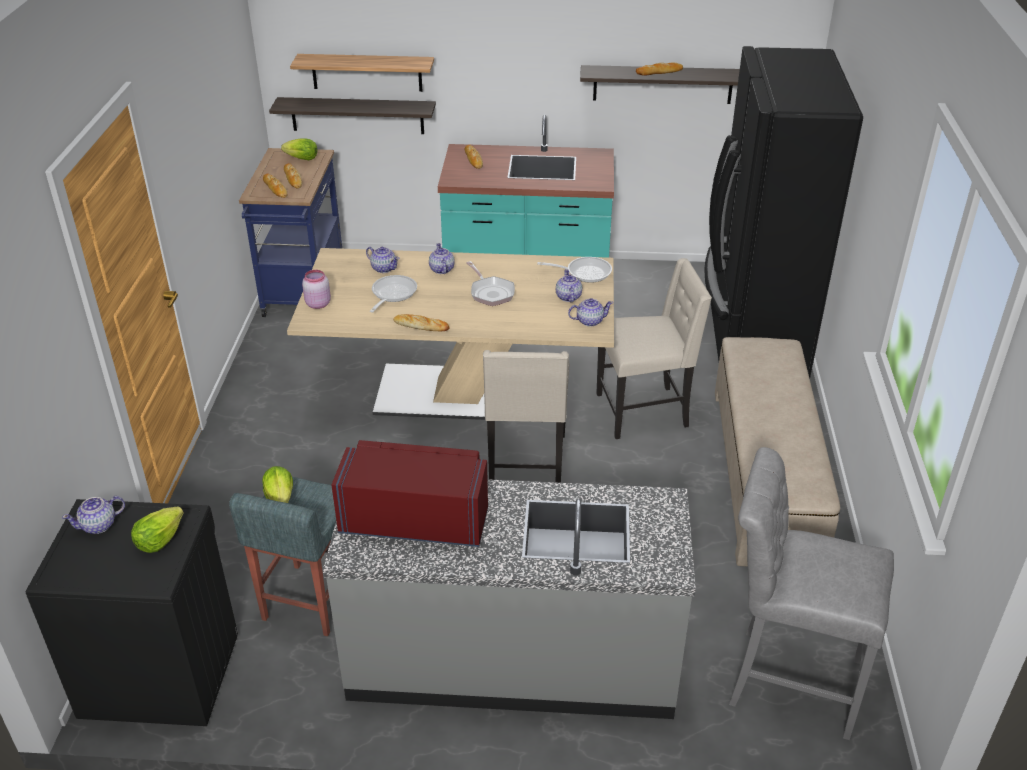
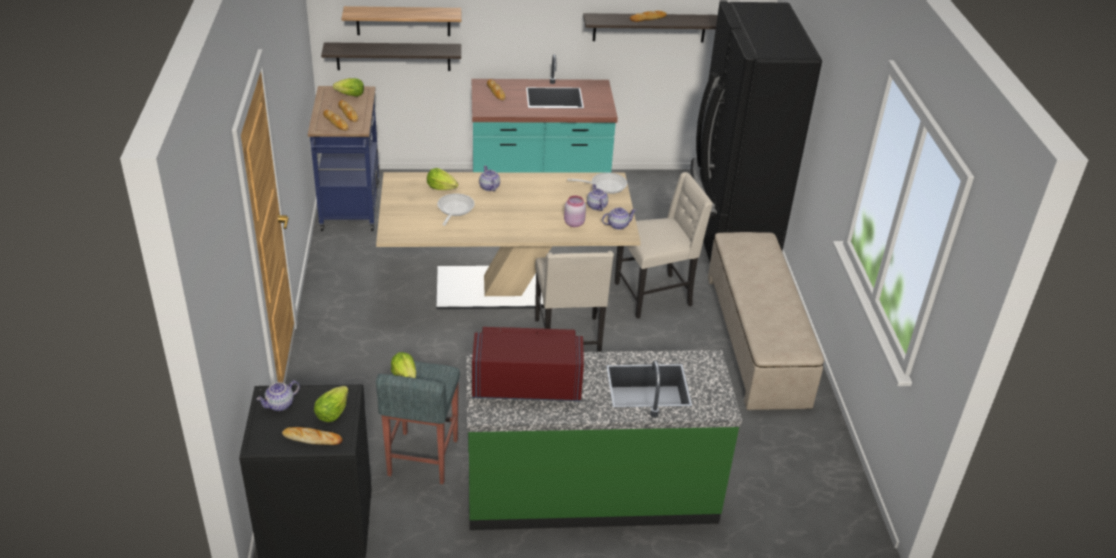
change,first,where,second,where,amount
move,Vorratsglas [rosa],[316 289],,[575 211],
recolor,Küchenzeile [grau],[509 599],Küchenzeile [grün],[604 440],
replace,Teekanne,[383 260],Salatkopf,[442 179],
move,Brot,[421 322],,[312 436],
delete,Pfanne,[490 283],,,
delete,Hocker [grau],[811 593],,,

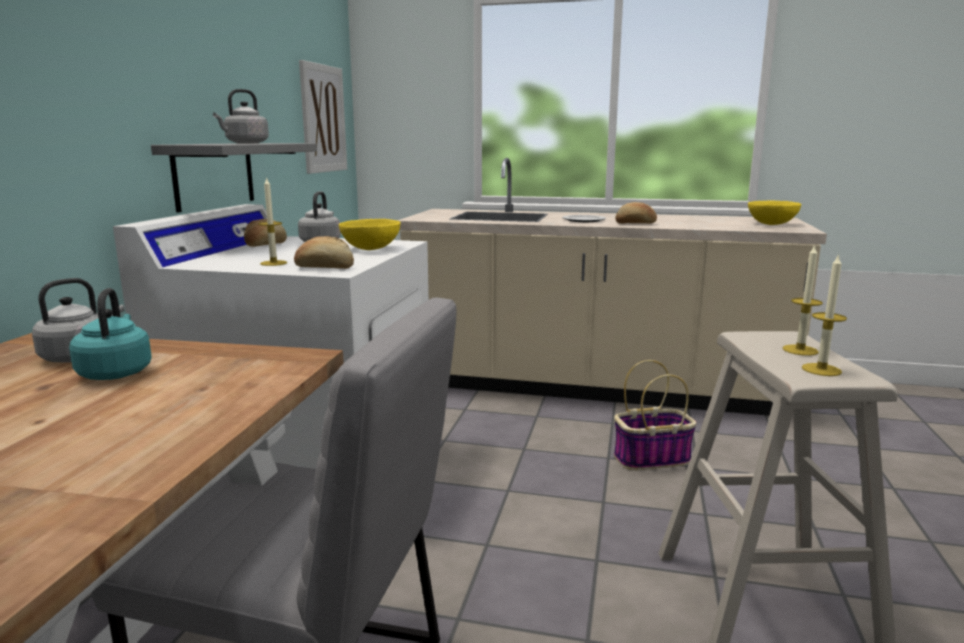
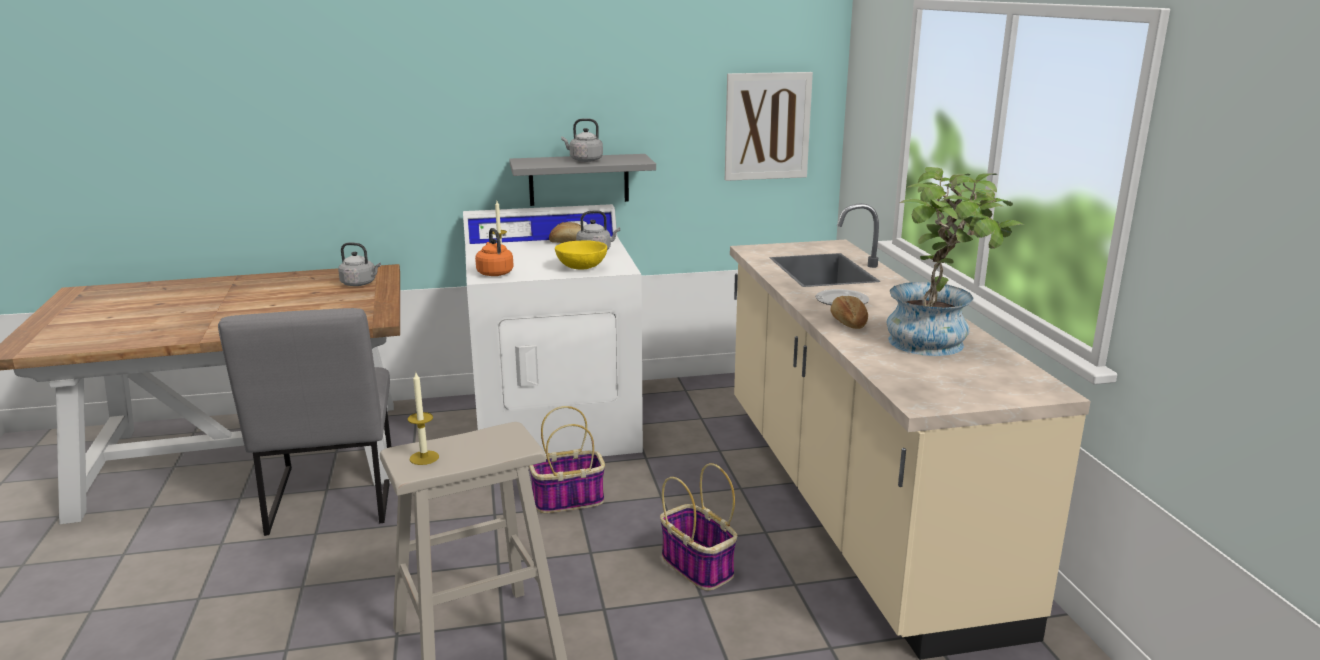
change,first,where,second,where,amount
delete,Wasserkessel [türkis],[110 334],,,
replace,Brot,[324 252],Wasserkessel [orange],[494 252],
delete,Schüssel [gelb],[774 213],,,
delete,Kerze,[803 300],,,
insert,,,Korb,[567 459],
insert,,,Topfpflanze,[955 261],

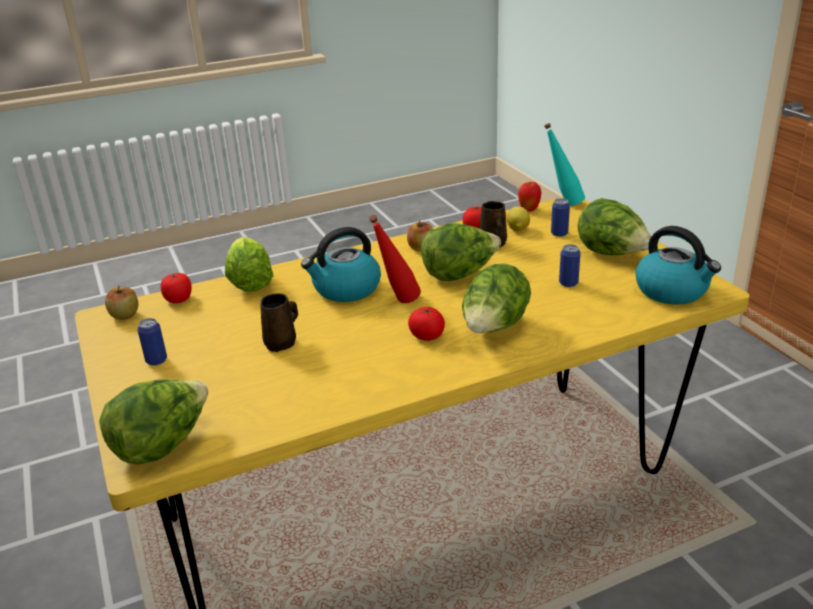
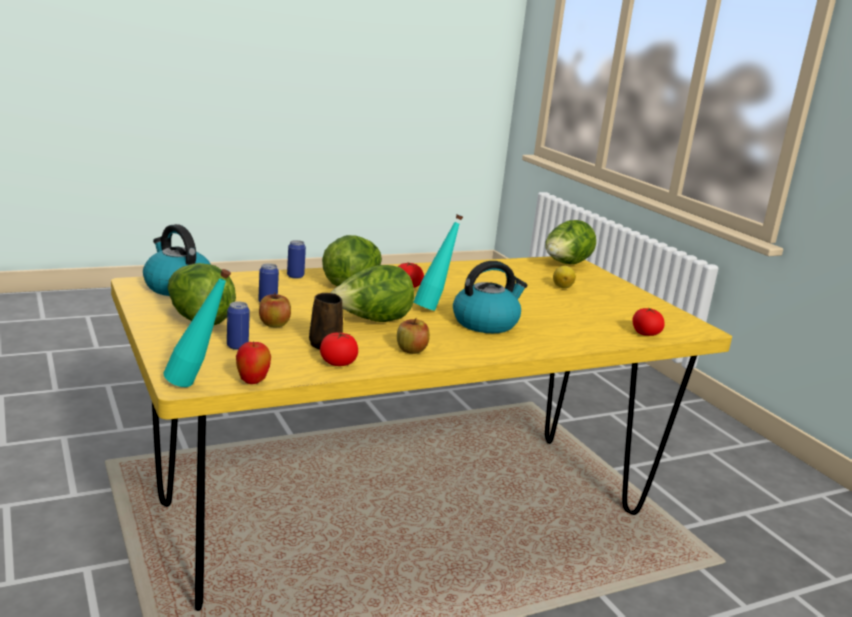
change,first,where,second,where,amount
move,Apfel,[121 303],,[275 309],
move,Dose,[152 342],,[296 259],
delete,Salatkopf,[249 264],,,
delete,Henkelbecher [braun],[279 322],,,
recolor,Flasche [rot],[395 259],Flasche [türkis],[438 263],
move,Zitrone,[518 219],,[564 277],

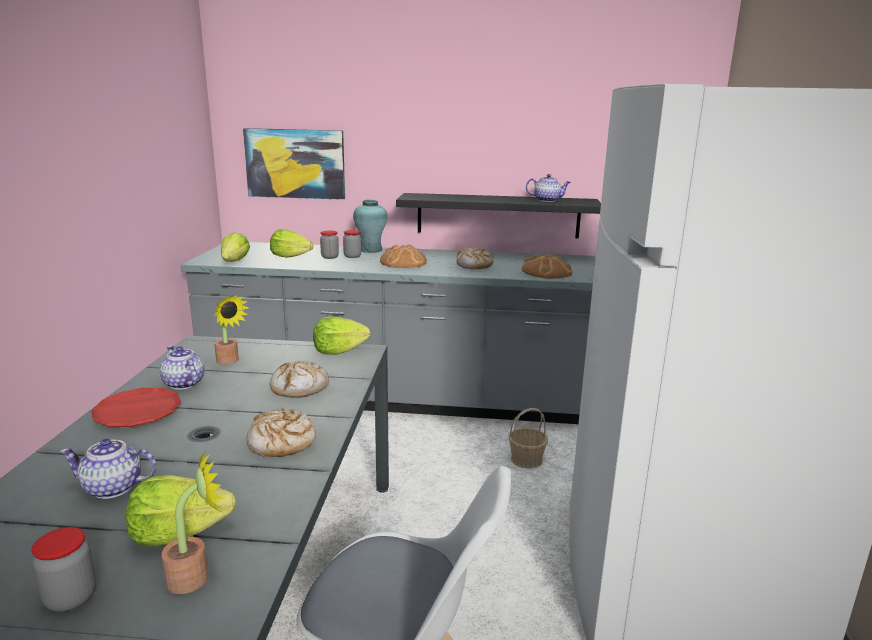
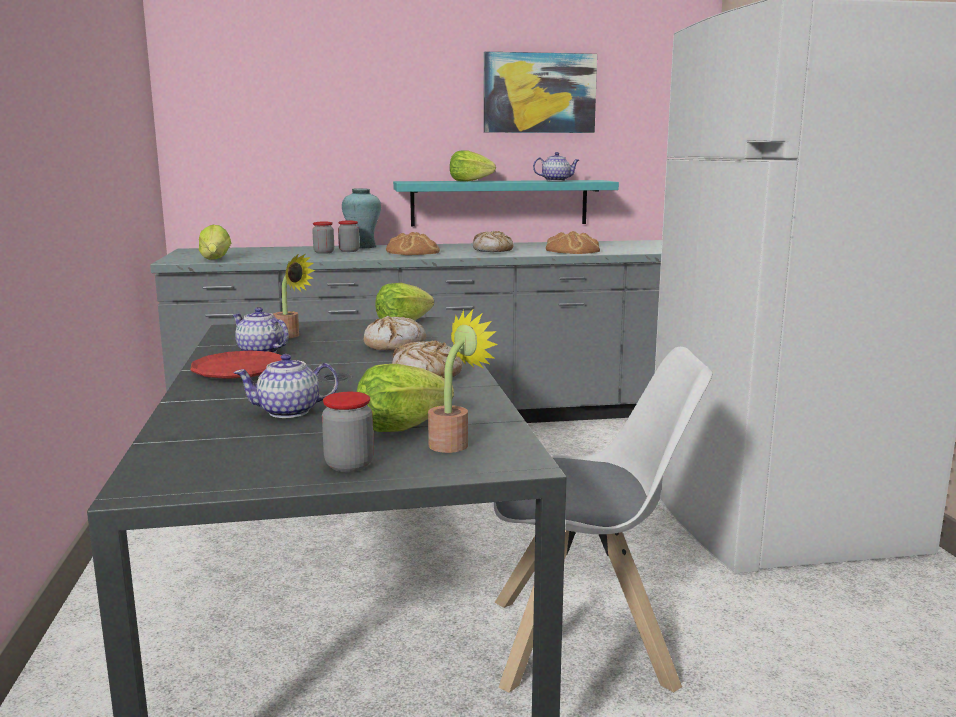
change,first,where,second,where,amount
move,Bild,[294 164],,[540 92],
move,Salatkopf,[291 243],,[473 165],
recolor,Wandregal [schwarz],[498 215],Wandregal [türkis],[506 203],
delete,Korb,[528 438],,,

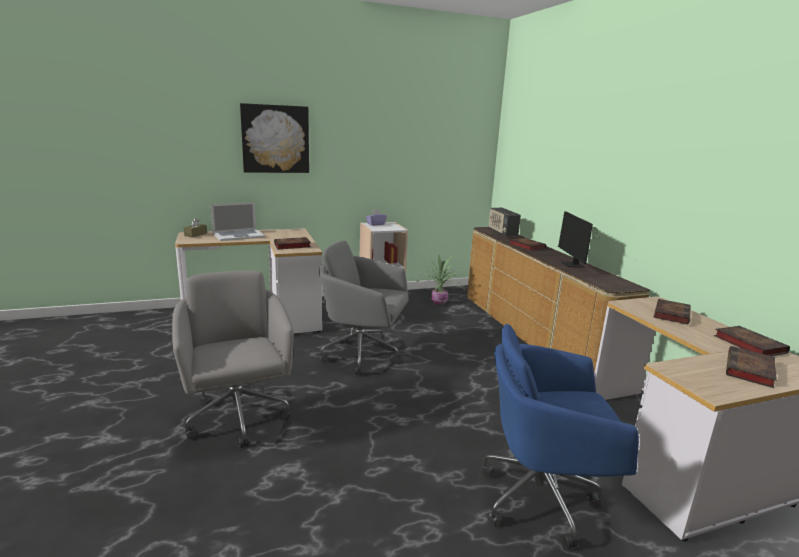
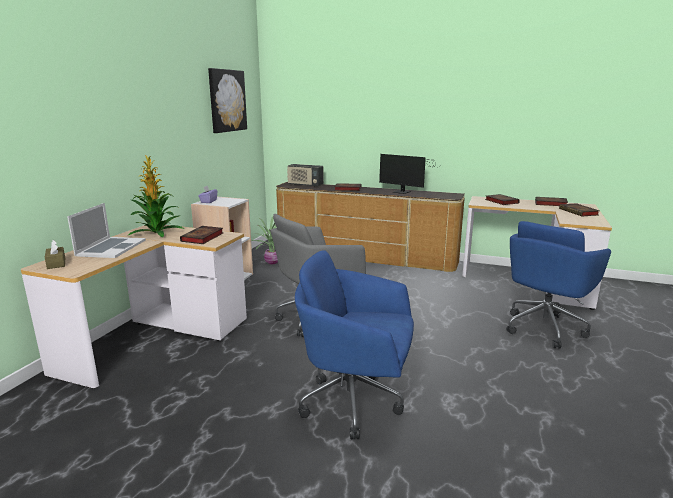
change,first,where,second,where,amount
recolor,Bürostuhl [grau],[233 359],Bürostuhl [blau],[354 344],
move,Bild,[274 138],,[227 100],
insert,,,Topfpflanze,[156 196],

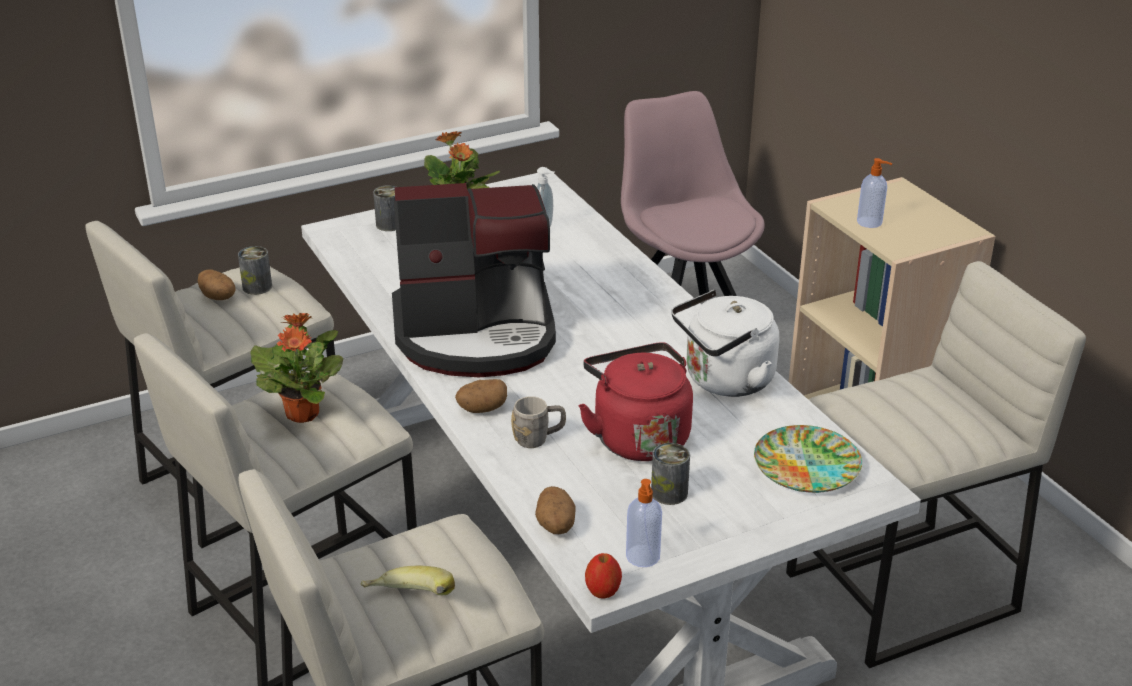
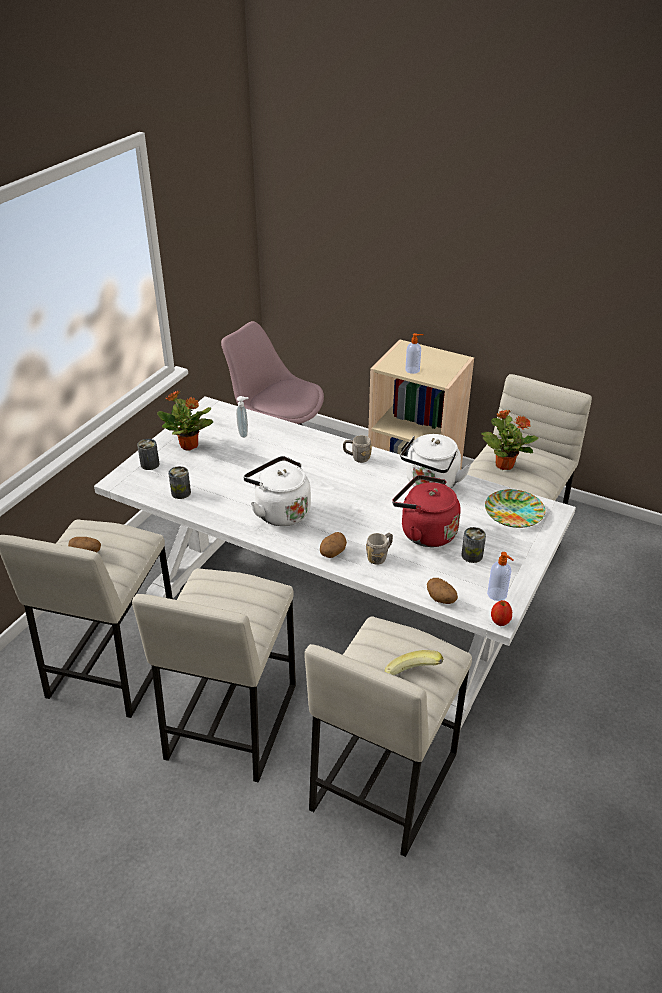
change,first,where,second,where,amount
move,Dose,[255 270],,[179 482],
move,Topfpflanze,[296 368],,[510 440],
replace,Kaffeemaschine,[474 280],Wasserkessel [weiß],[277 491],
insert,,,Henkelbecher [grau],[357 449],

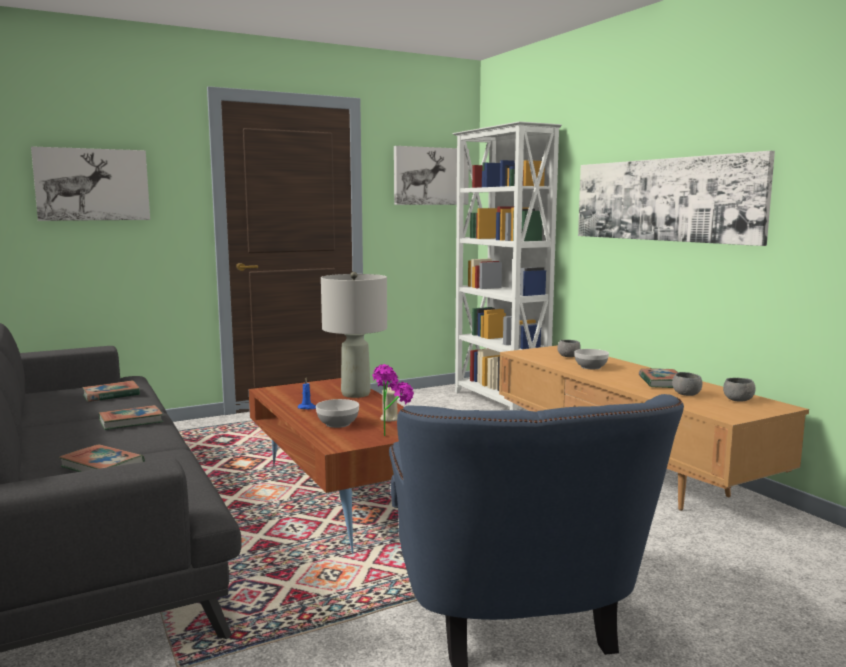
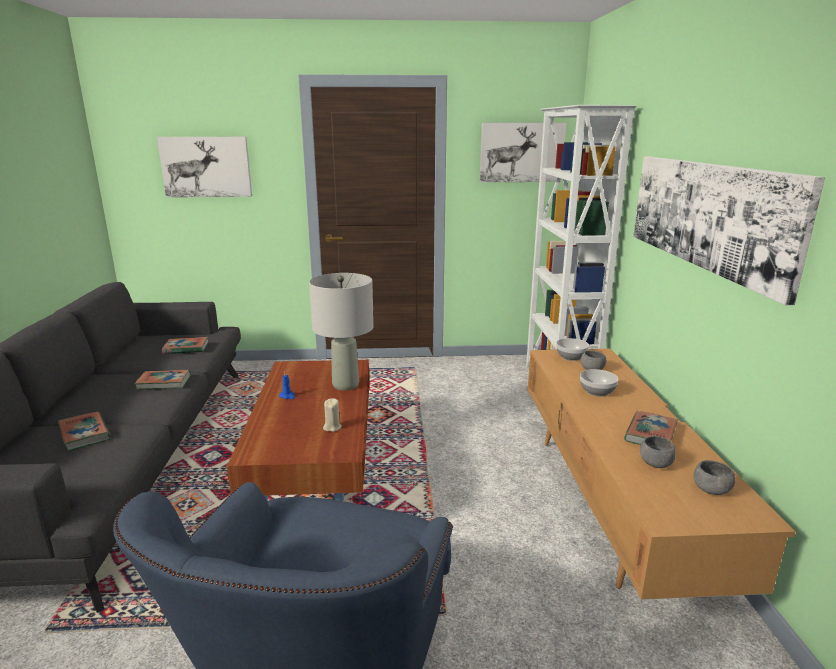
change,first,where,second,where,amount
move,Schüssel,[337 413],,[572 349],
delete,Topfpflanze,[393 400],,,

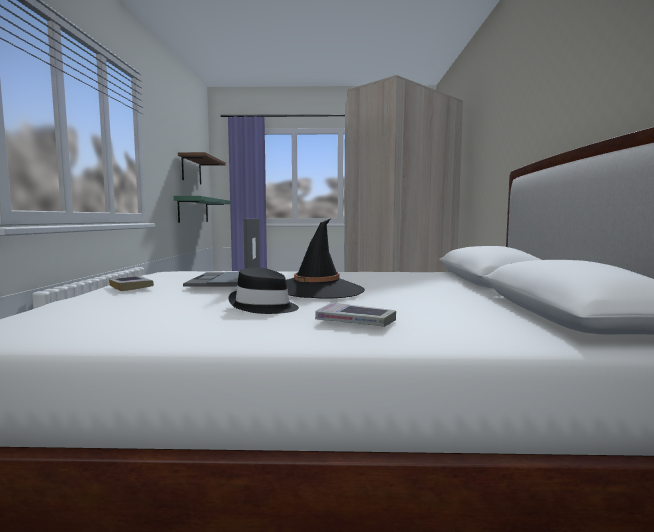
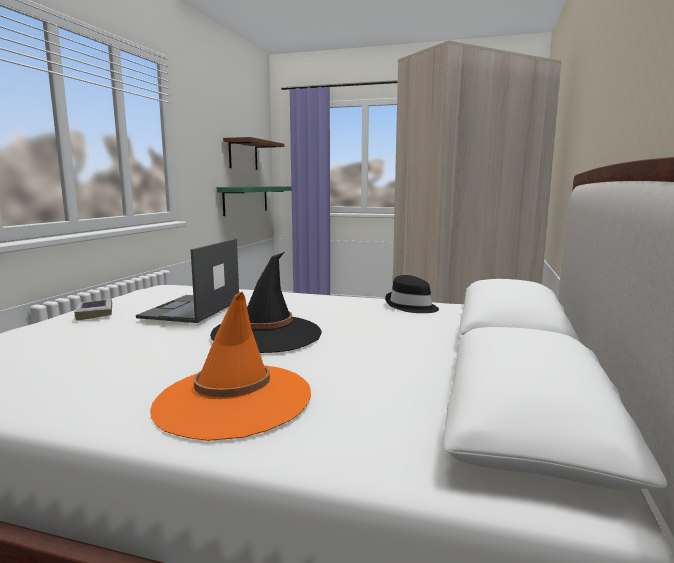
change,first,where,second,where,amount
move,Hut [schwarz],[263 290],,[412 294],
replace,Buch,[355 314],Hut [orange],[230 366],

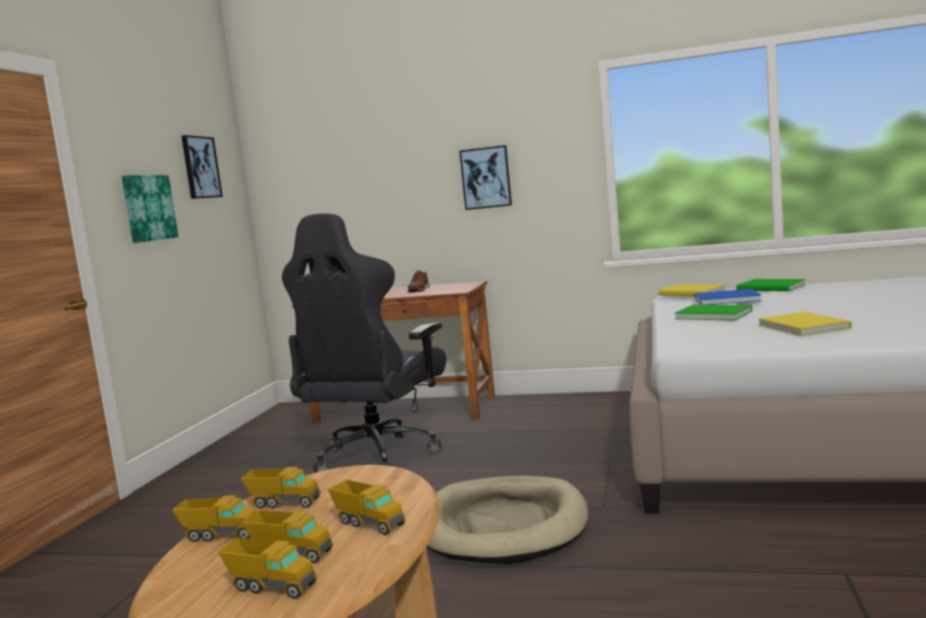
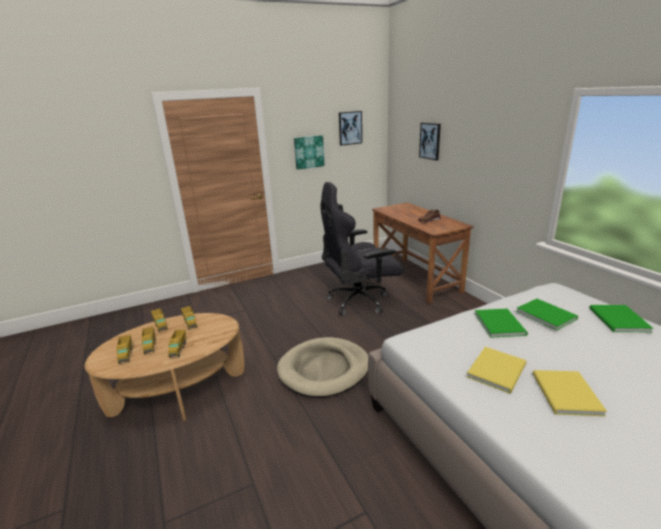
change,first,where,second,where,amount
move,Bild,[485 177],,[430 141],
move,Buch [gelb],[692 290],,[570 393],
recolor,Buch [blau],[728 297],Buch [grün],[547 315],

